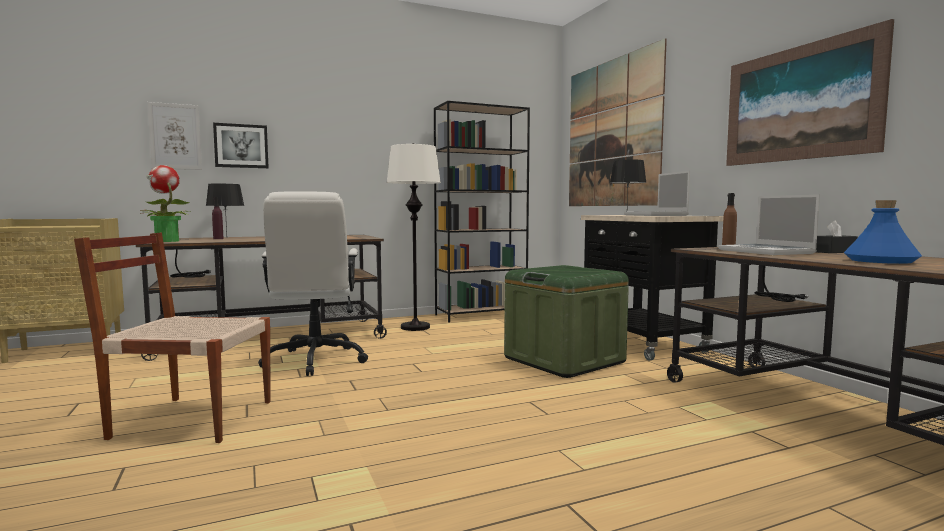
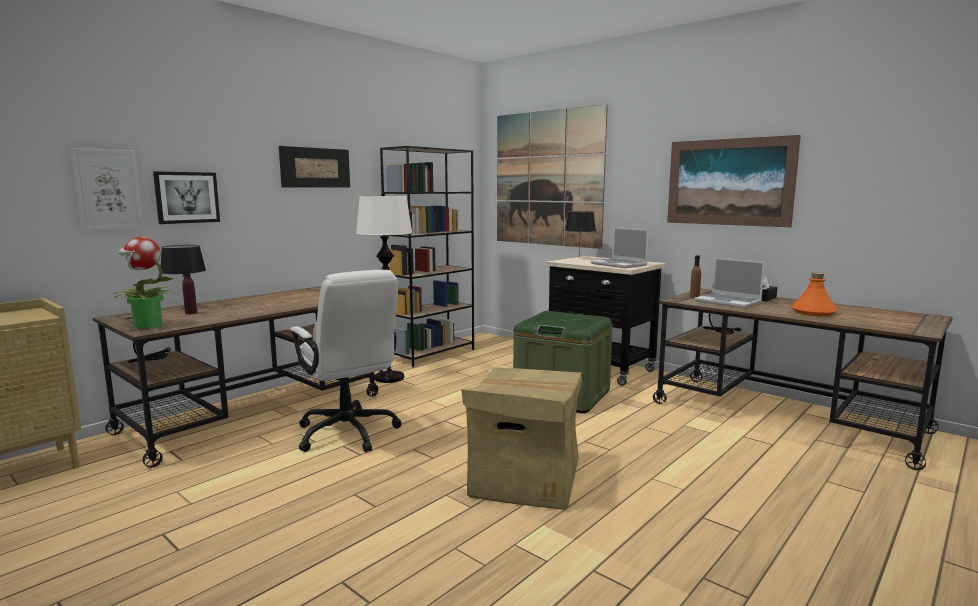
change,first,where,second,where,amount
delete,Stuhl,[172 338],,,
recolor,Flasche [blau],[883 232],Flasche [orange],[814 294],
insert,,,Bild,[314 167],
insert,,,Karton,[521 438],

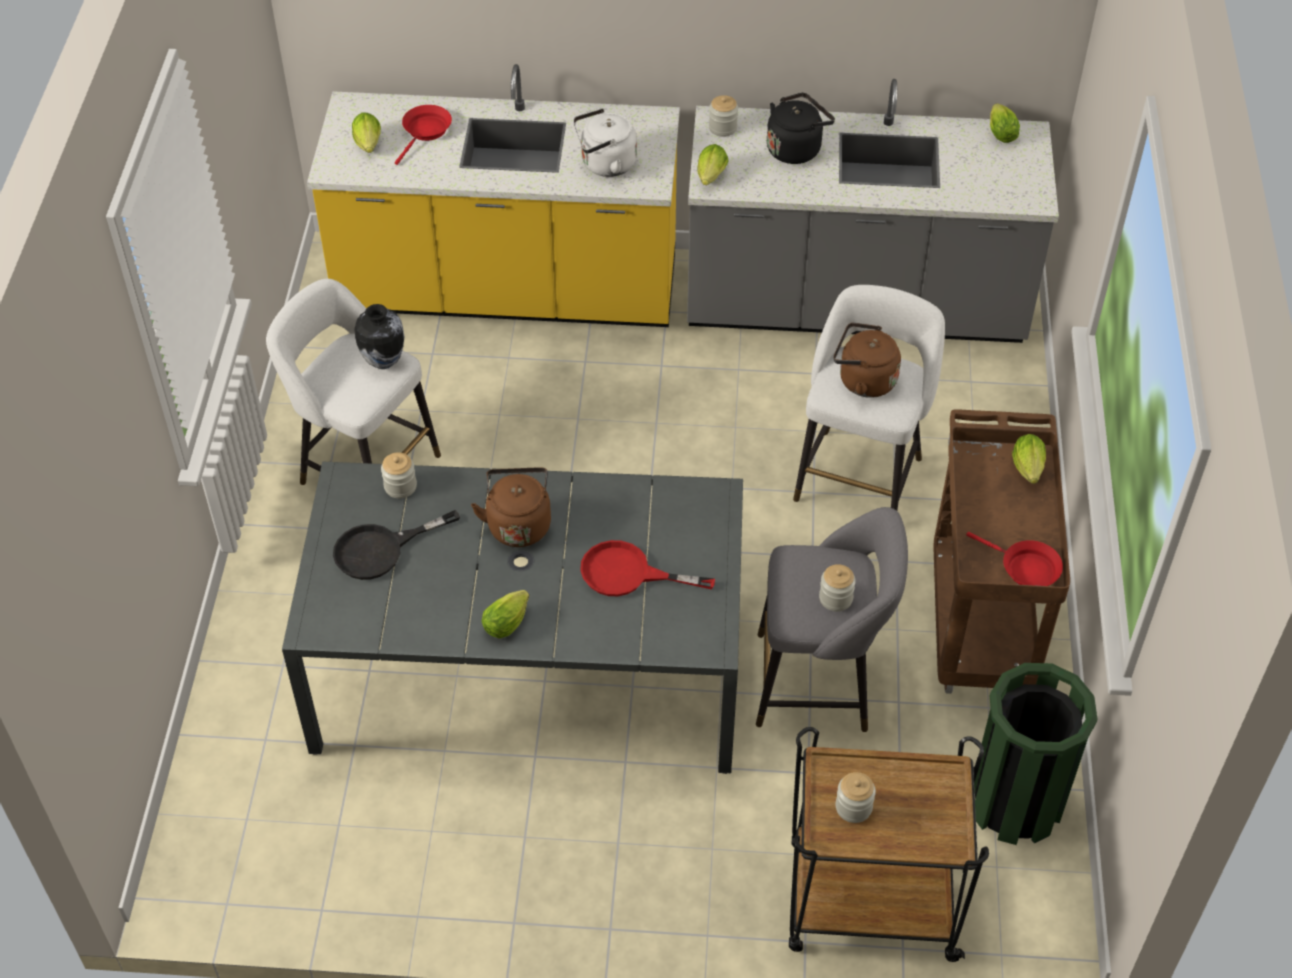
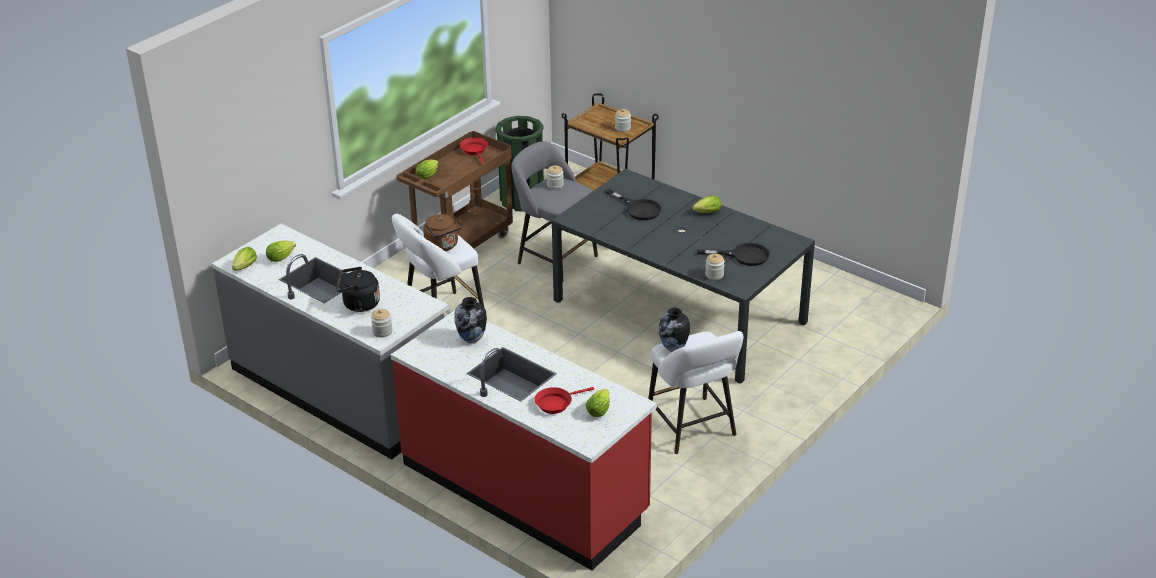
change,first,where,second,where,amount
recolor,Küchenzeile [gelb],[493 195],Küchenzeile [rot],[524 440],
delete,Wasserkessel [braun],[511 507],,,
replace,Wasserkessel [weiß],[605 142],Vase,[470 320],
recolor,Pfanne [rot],[647 568],Pfanne [schwarz],[633 204],
move,Salatkopf,[713 164],,[281 251],

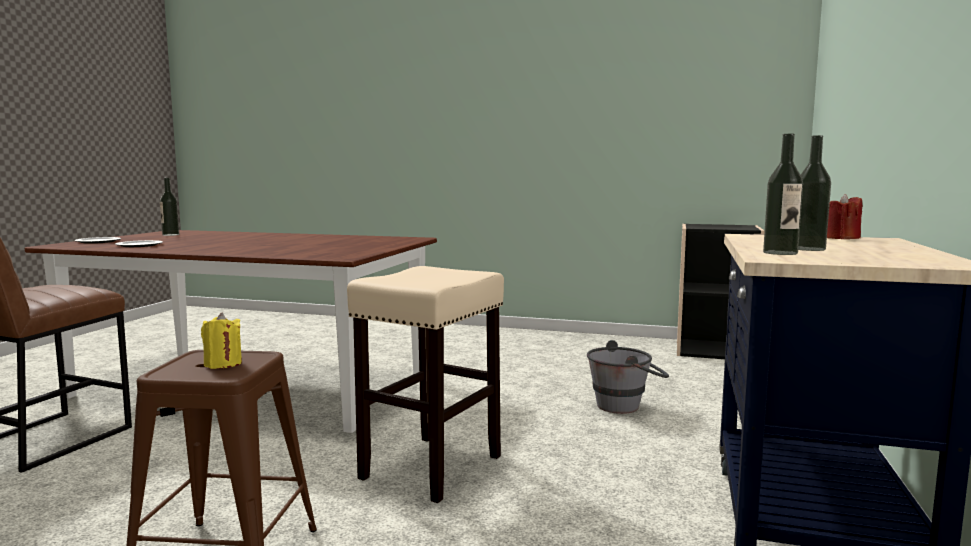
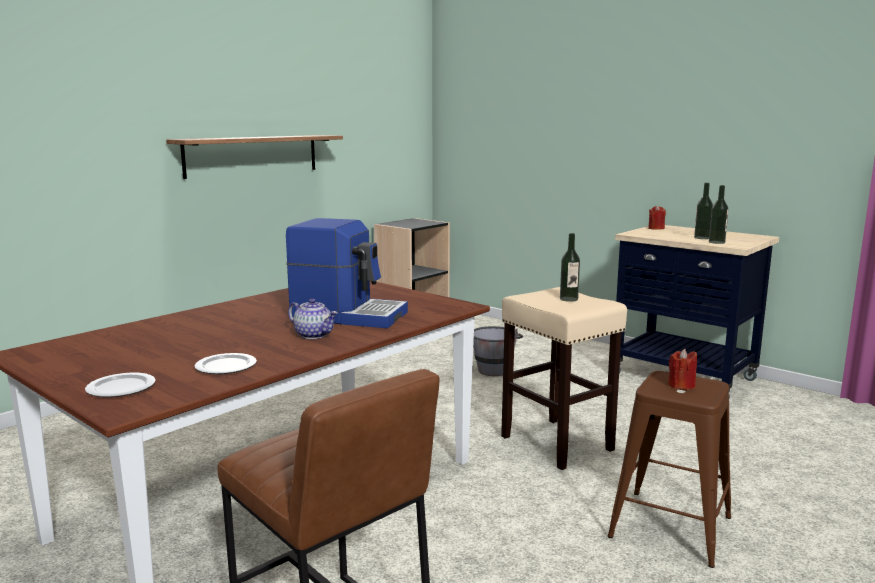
change,first,where,second,where,amount
move,Flasche,[169 207],,[570 267],
recolor,Kerze [gelb],[221 340],Kerze [rot],[682 369],
insert,,,Wandregal,[254 157],
insert,,,Kaffeemaschine,[347 273],
insert,,,Teekanne,[313 319],

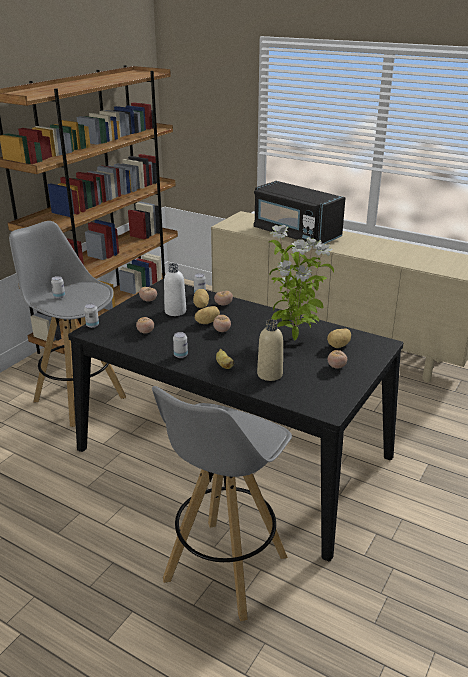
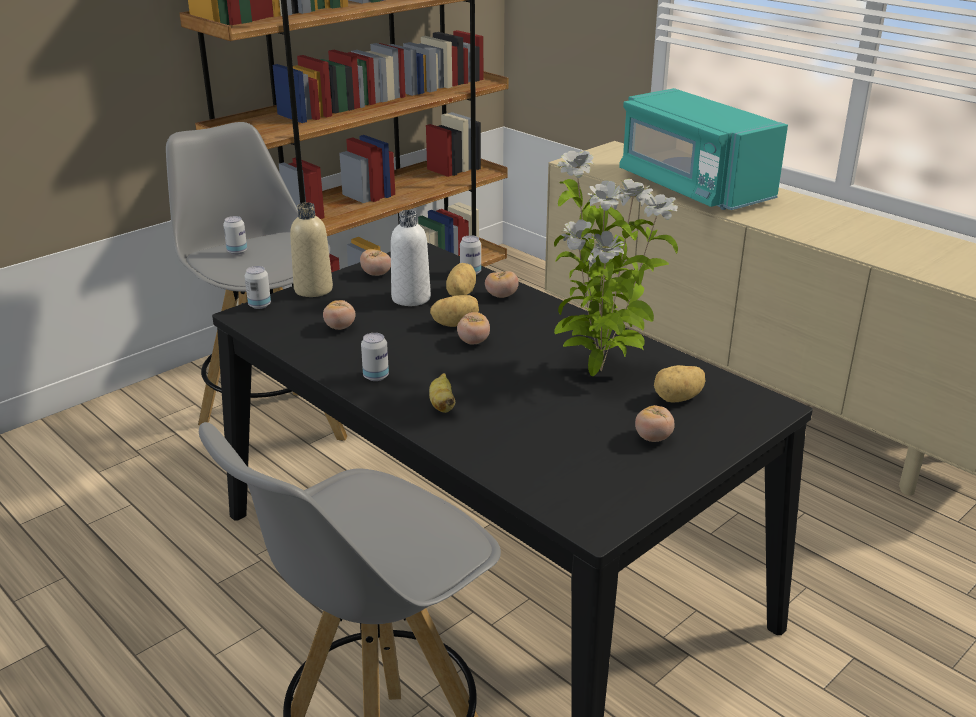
change,first,where,second,where,amount
recolor,Mikrowelle [schwarz],[299 212],Mikrowelle [türkis],[703 149],
move,Flasche [beige],[270 350],,[311 249],

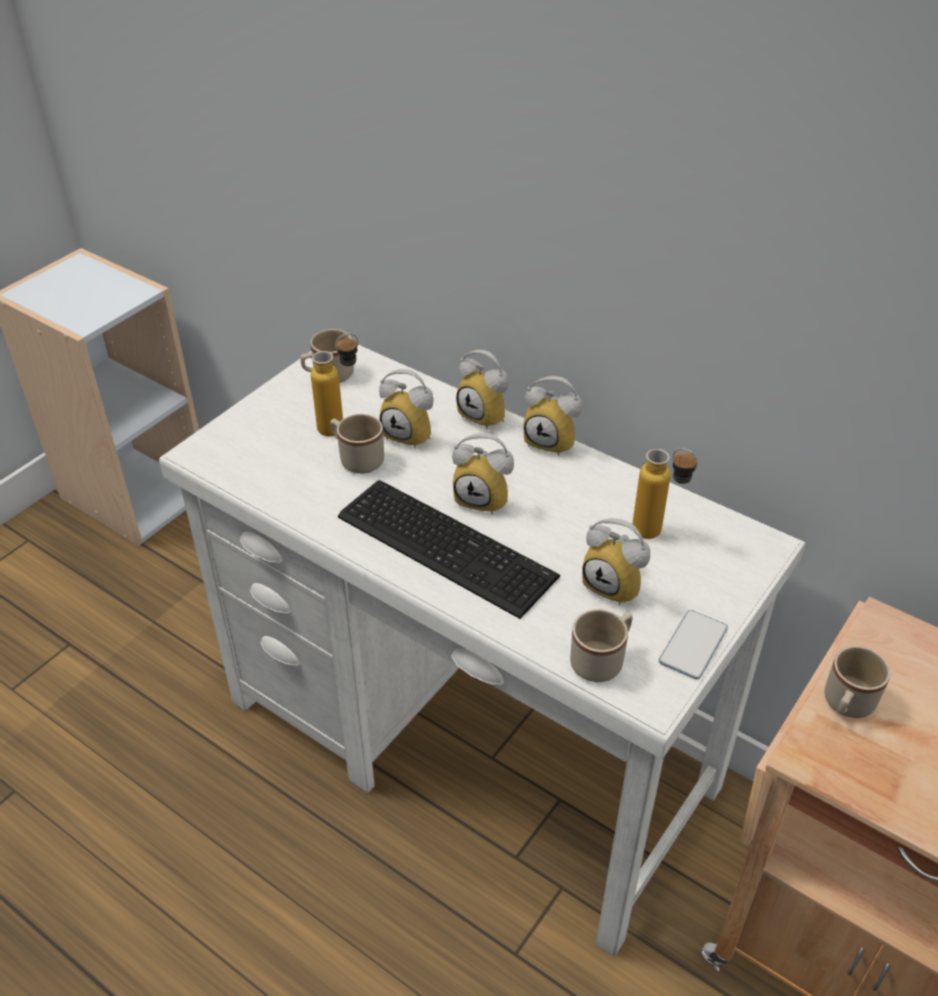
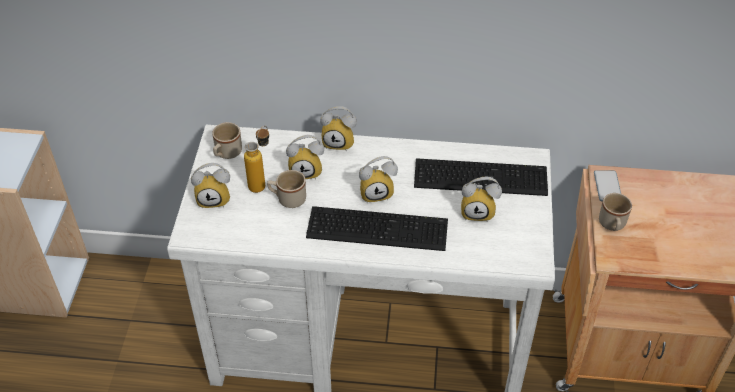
change,first,where,second,where,amount
move,Wecker,[552 416],,[210 186],
delete,Henkelbecher [beige],[601 645],,,
replace,Flasche,[665 493],Tastatur,[481 177],
move,Handy,[693 644],,[607 185],

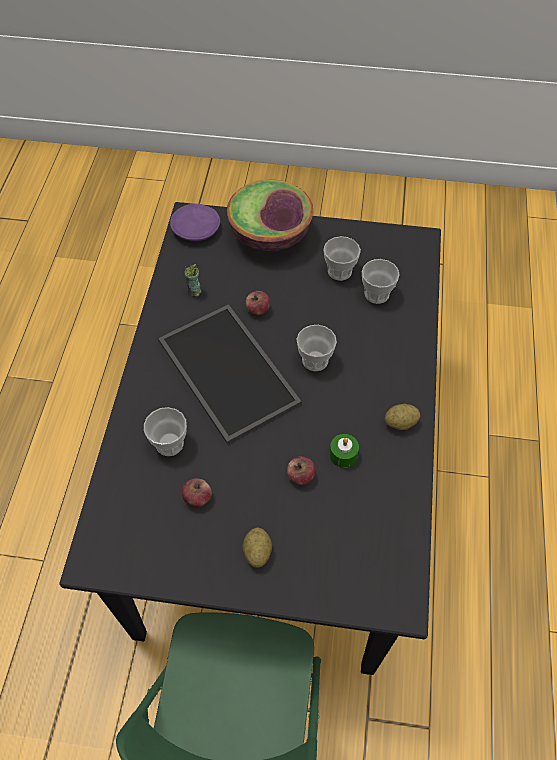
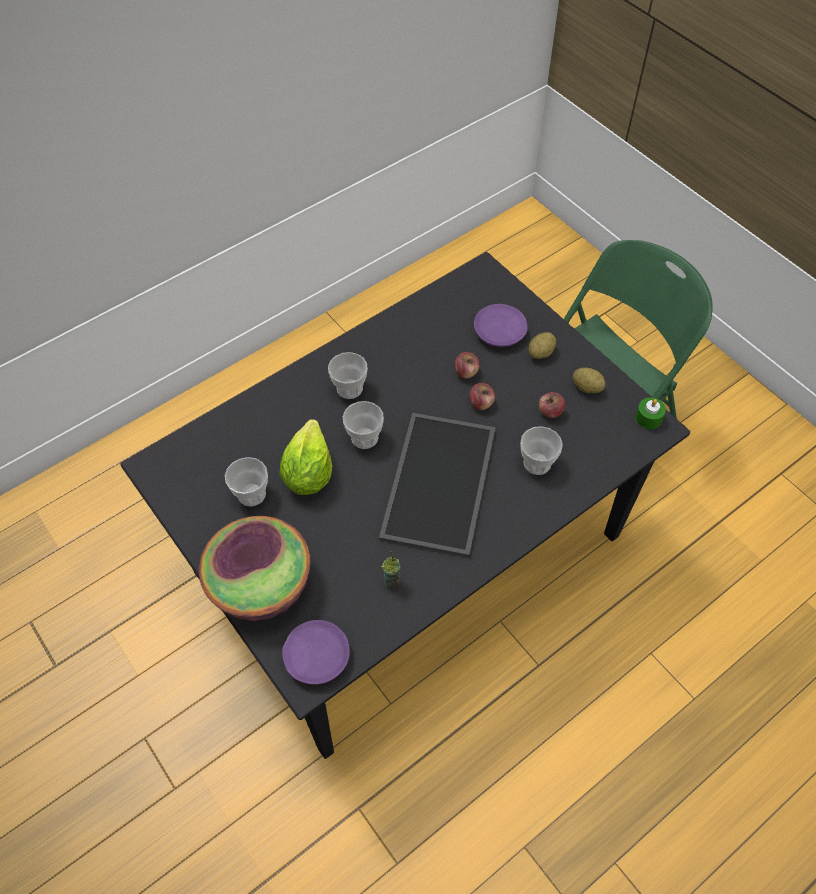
change,first,where,second,where,amount
move,Apfel,[258 303],,[482 396],
move,Kerze [grün],[344 451],,[650 413],
move,Tasse,[381 281],,[348 375],
move,Kartoffel,[402 417],,[588 380],
insert,,,Salatkopf,[305 457],
insert,,,Teller [lila],[501 325],

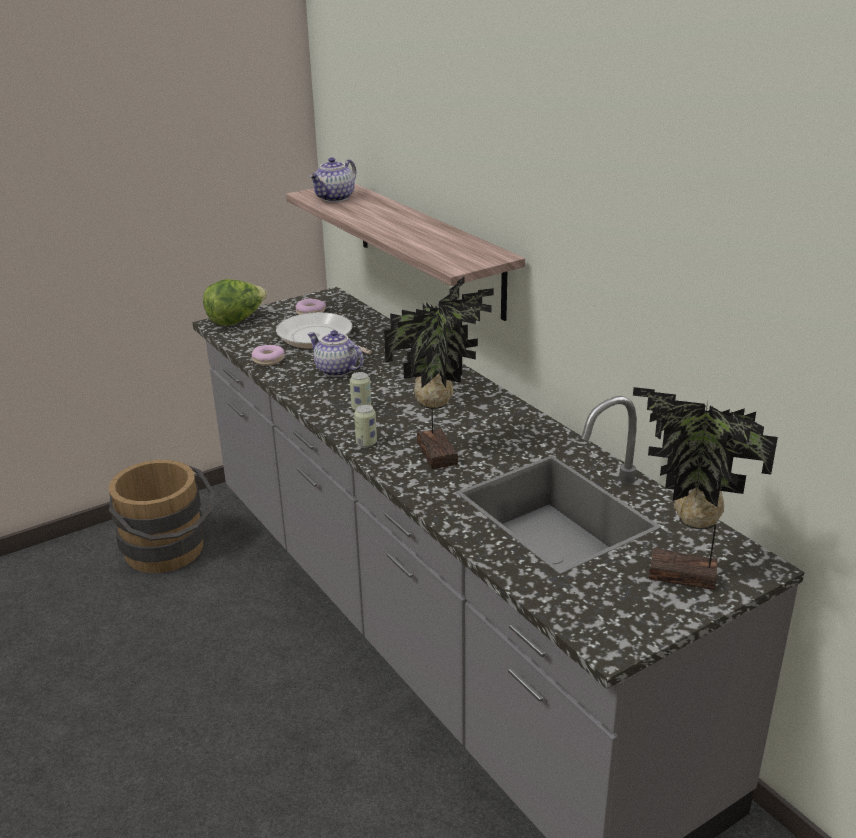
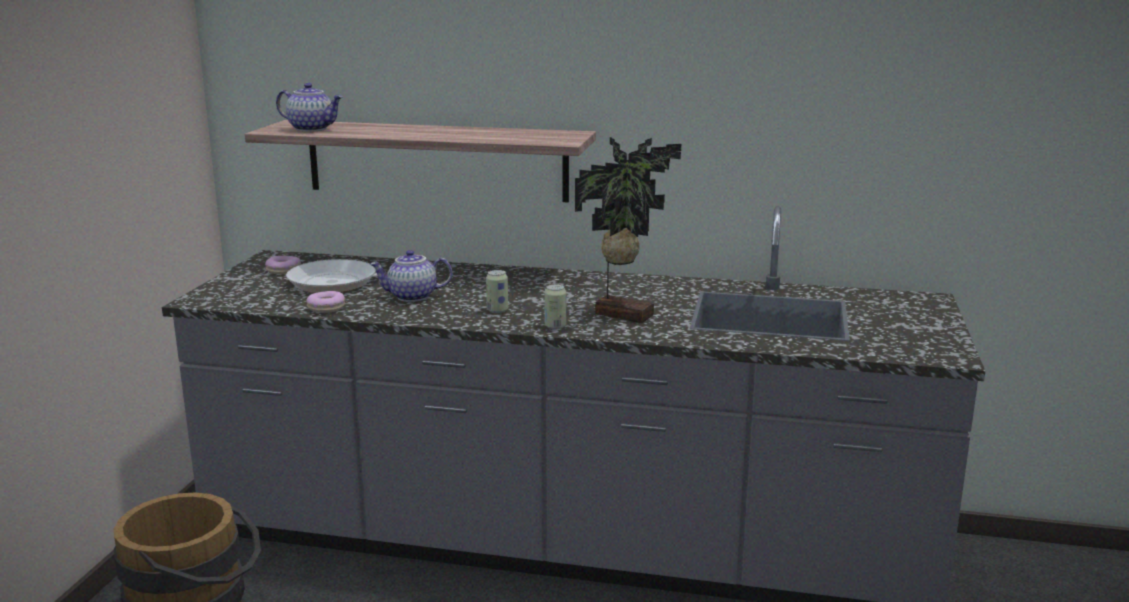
change,first,where,second,where,amount
delete,Salatkopf,[235 302],,,
rotate,Teekanne,[332 179],,[309 107],60 degrees counterclockwise
delete,Topfpflanze,[705 488],,,

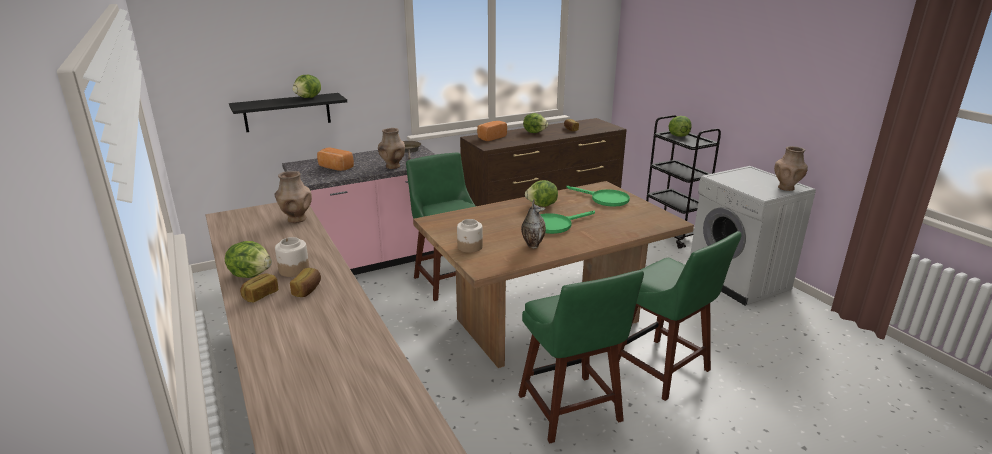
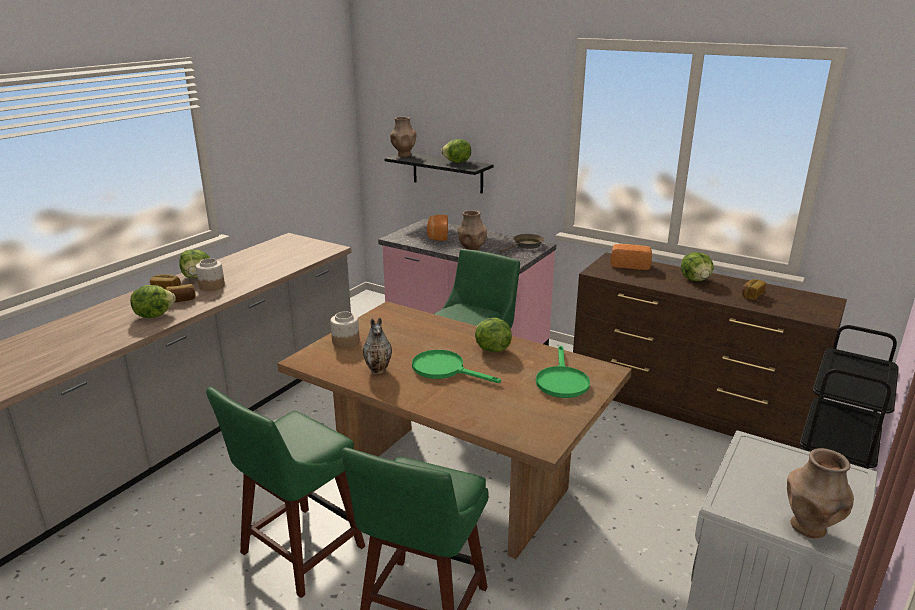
change,first,where,second,where,amount
move,Vase [braun],[293 197],,[403 137],
move,Salatkopf,[680 126],,[153 301],

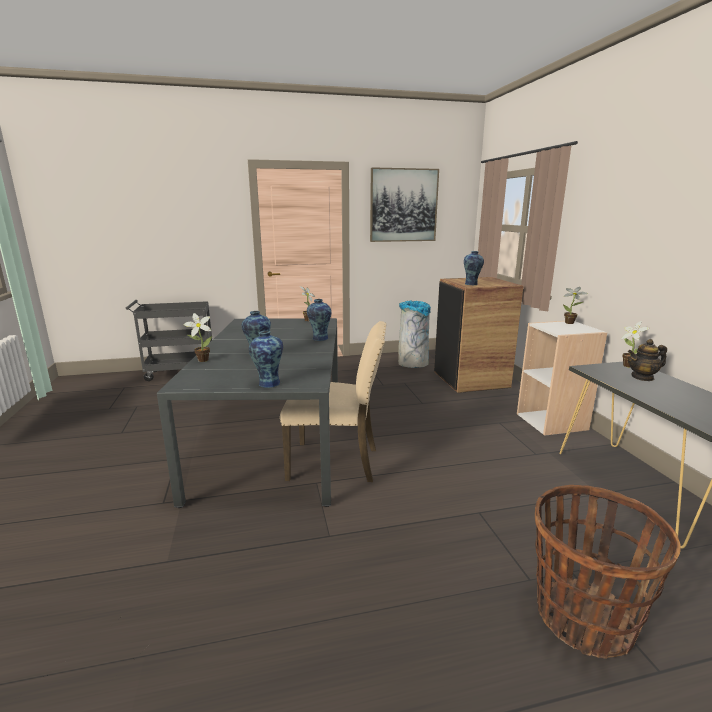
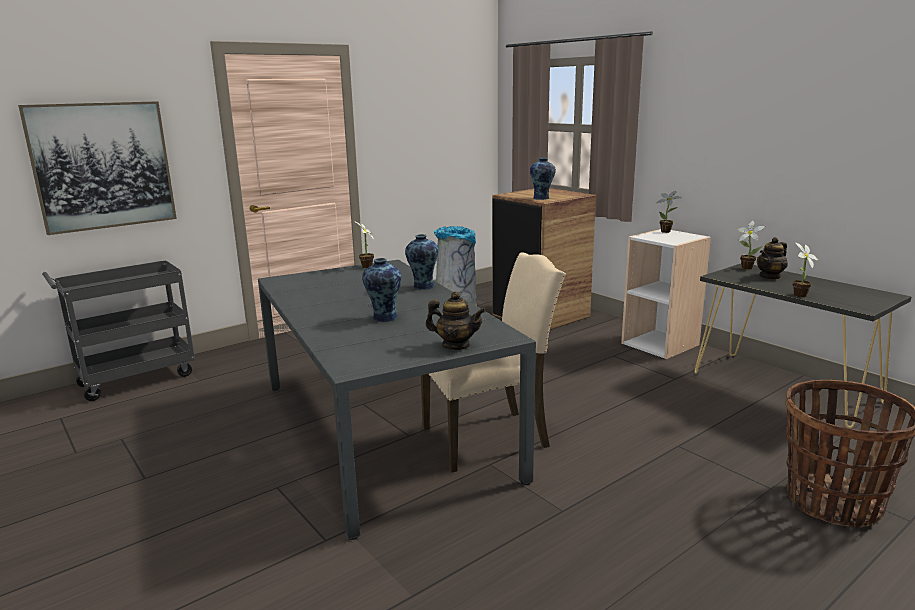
change,first,where,second,where,amount
move,Topfpflanze,[197 337],,[805 270],
replace,Vase,[266 359],Teekanne,[456 320],
move,Bild,[404 204],,[97 168],

